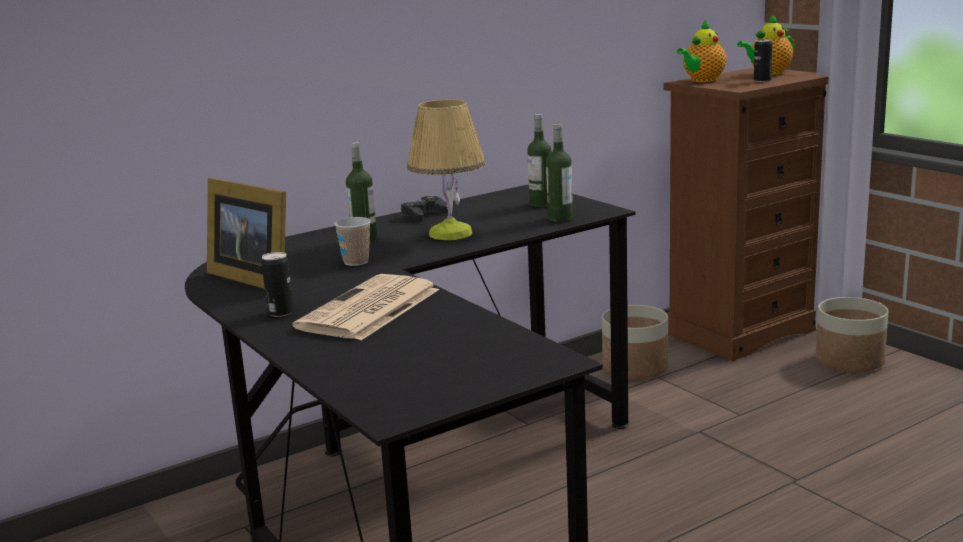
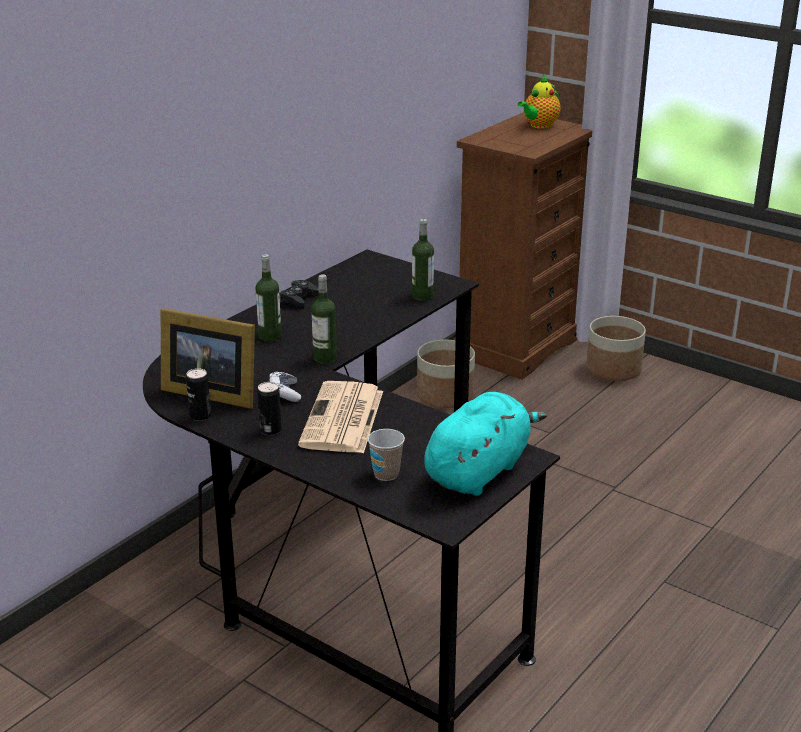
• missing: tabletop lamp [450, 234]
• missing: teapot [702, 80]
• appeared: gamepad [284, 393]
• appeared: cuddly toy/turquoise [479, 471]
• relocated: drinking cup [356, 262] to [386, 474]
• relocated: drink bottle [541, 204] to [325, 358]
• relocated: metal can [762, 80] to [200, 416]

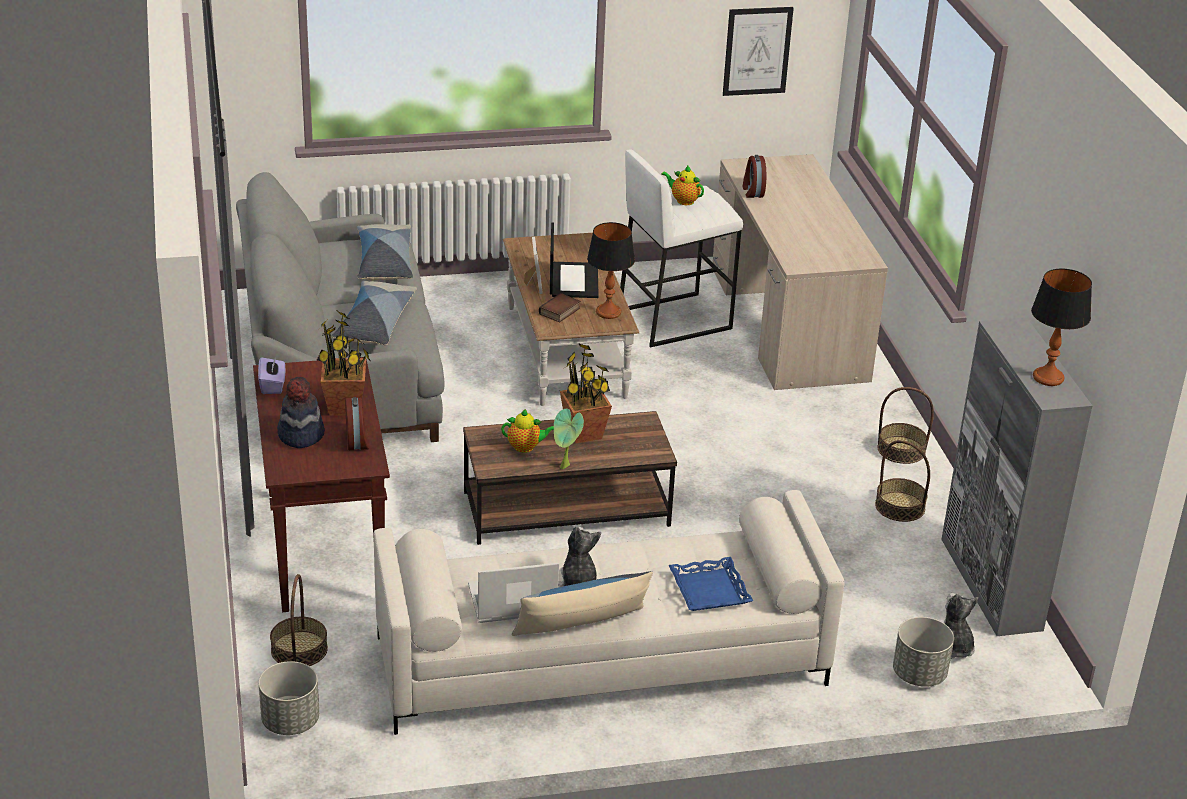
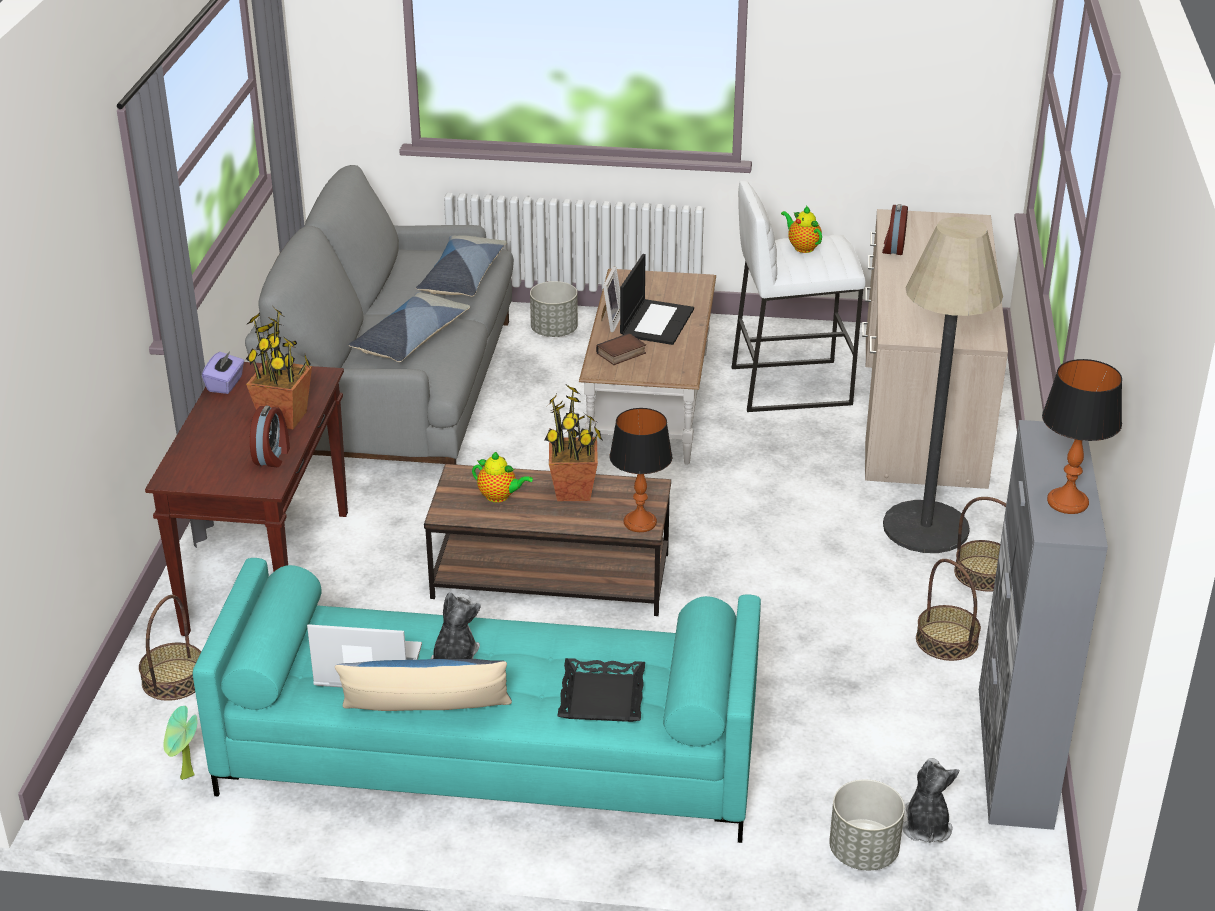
• missing: clothing hat [300, 434]
• missing: picture [757, 51]
• appeared: floor lamp [925, 528]
• relocated: plant pot/greyish [290, 721] to [553, 331]
• relocated: plant in a pot [565, 467] to [187, 778]
• relocated: tabletop lamp [608, 312] to [639, 522]
• colour: couch/white-coloured [599, 662] to couch/turquoise [487, 759]
• colour: serving tray/blue-coloured [710, 590] to serving tray/blackish [603, 697]

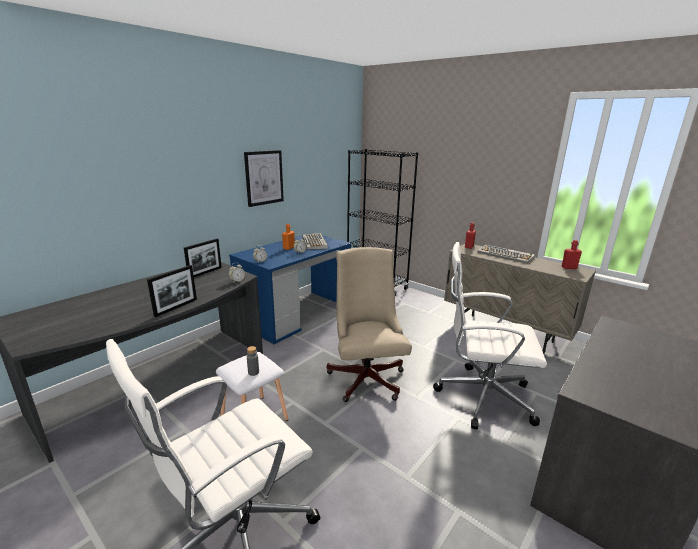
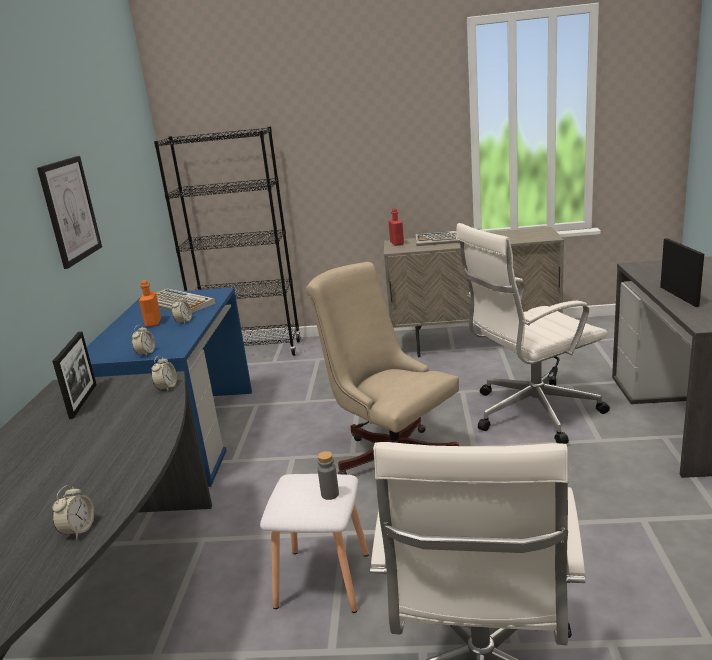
• missing: drink bottle/red-coloured [569, 267]
• appeared: alarm clock [78, 530]
• relocated: picture frame [176, 307] to [678, 296]

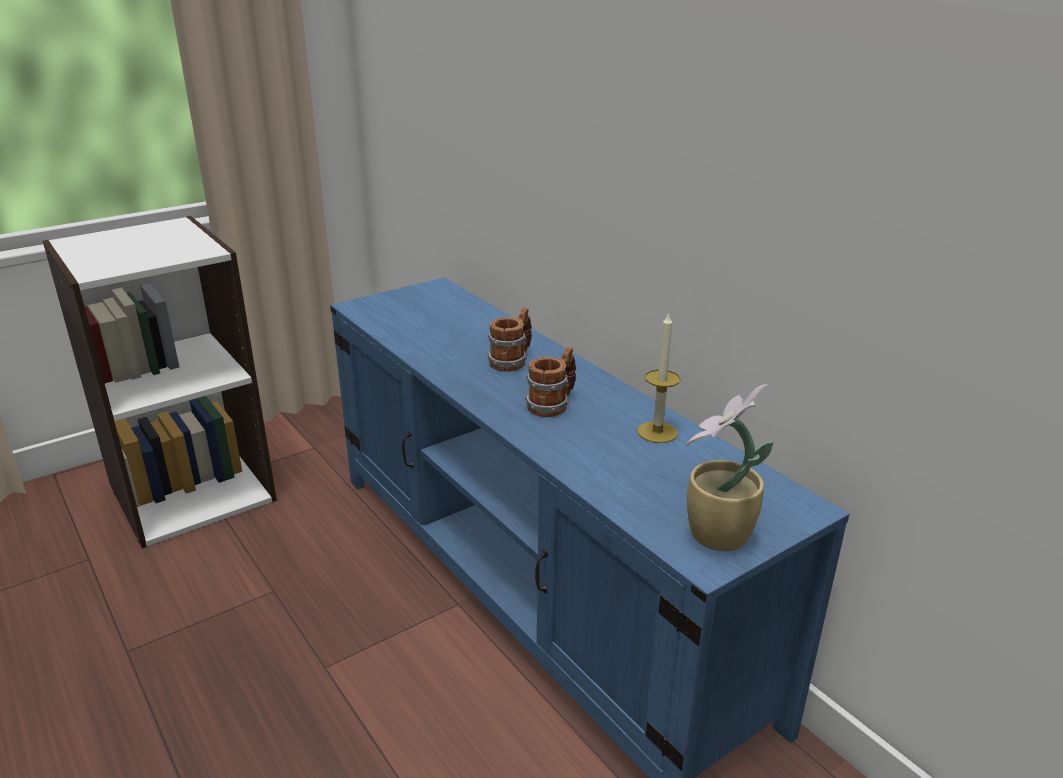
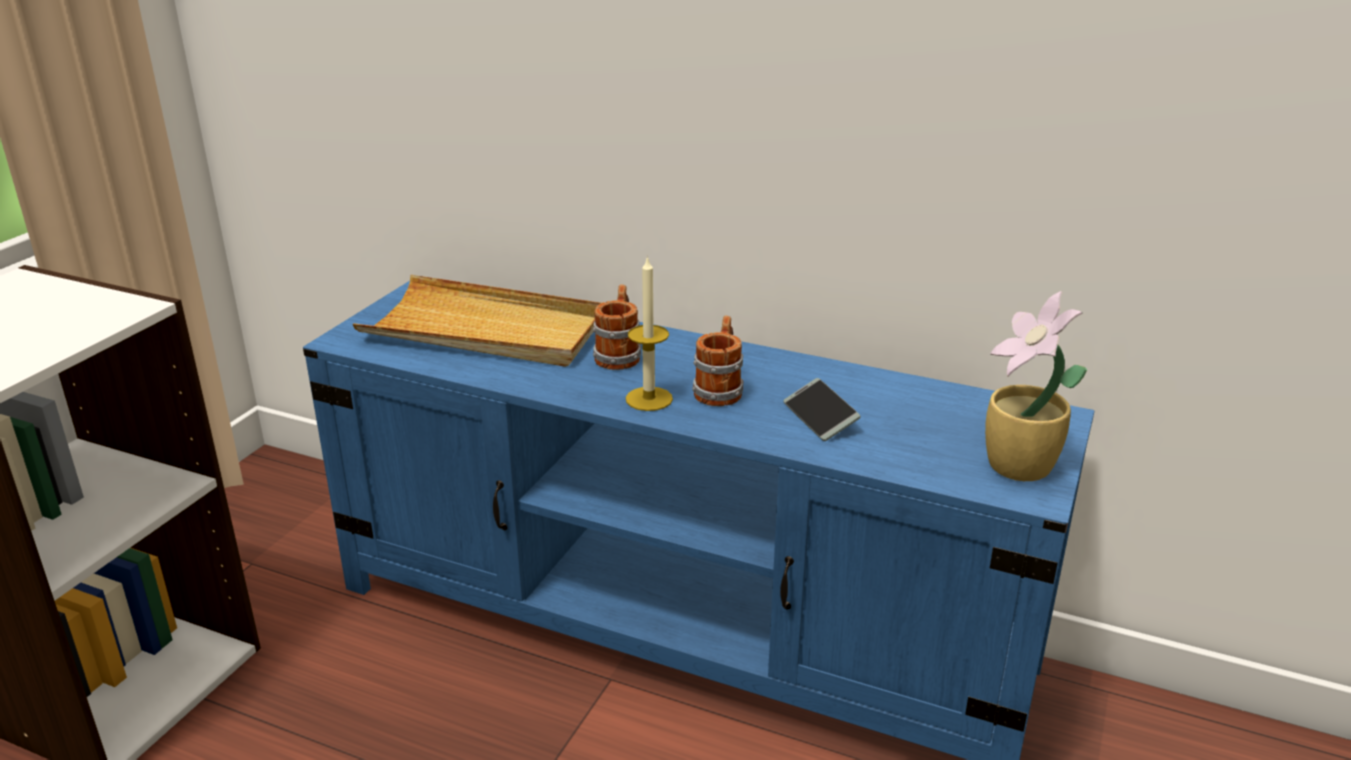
• appeared: serving tray/beige [486, 330]
• appeared: phone [820, 417]
• relocated: wax light [657, 432] to [649, 399]

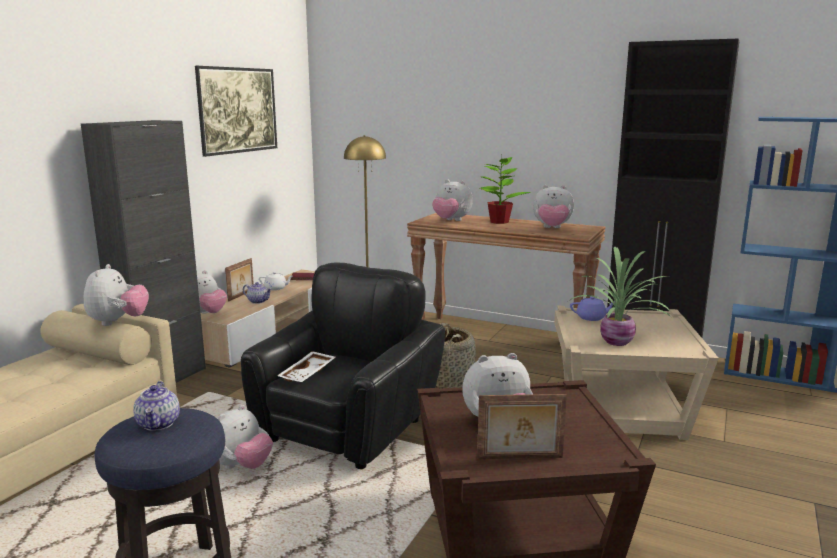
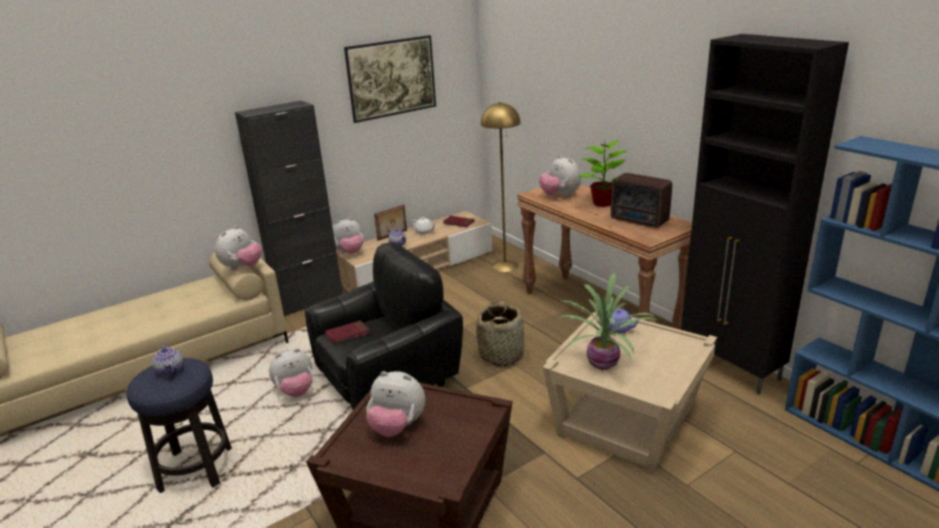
• missing: picture frame [520, 458]
• exchanged: serving tray/white-coloured [308, 374] to volume/red-coloured [347, 334]
• exchanged: cuddly toy [552, 228] to radio [640, 221]
• spun: teapot [159, 424] = [171, 371] 45 degrees counterclockwise

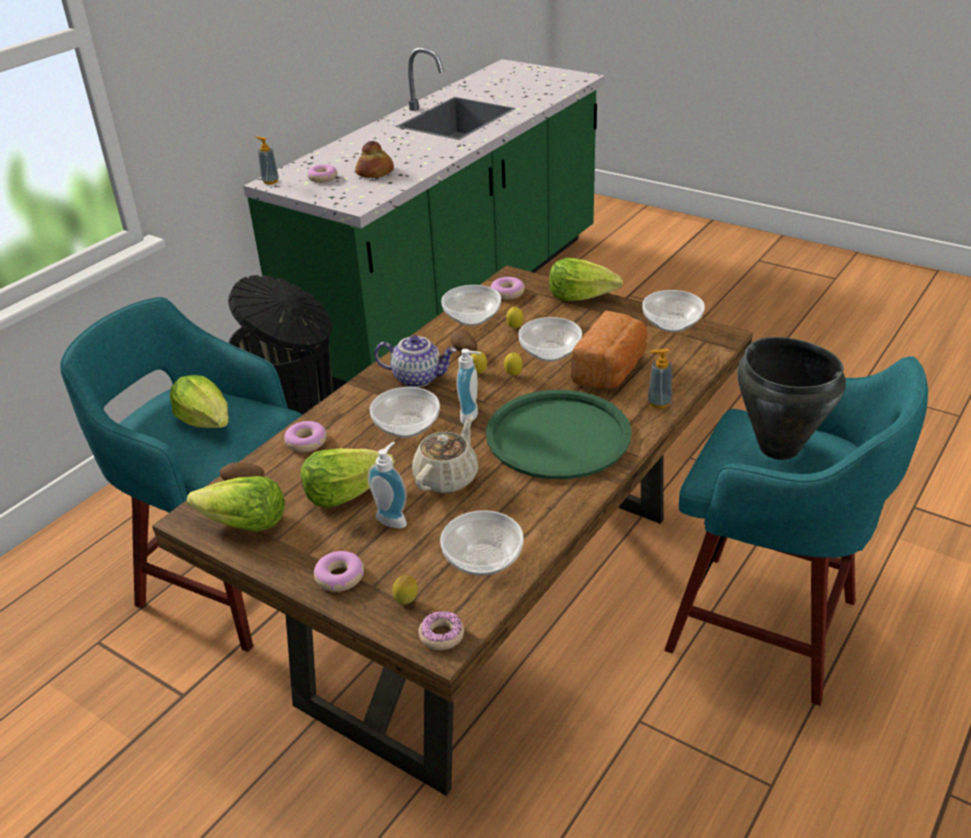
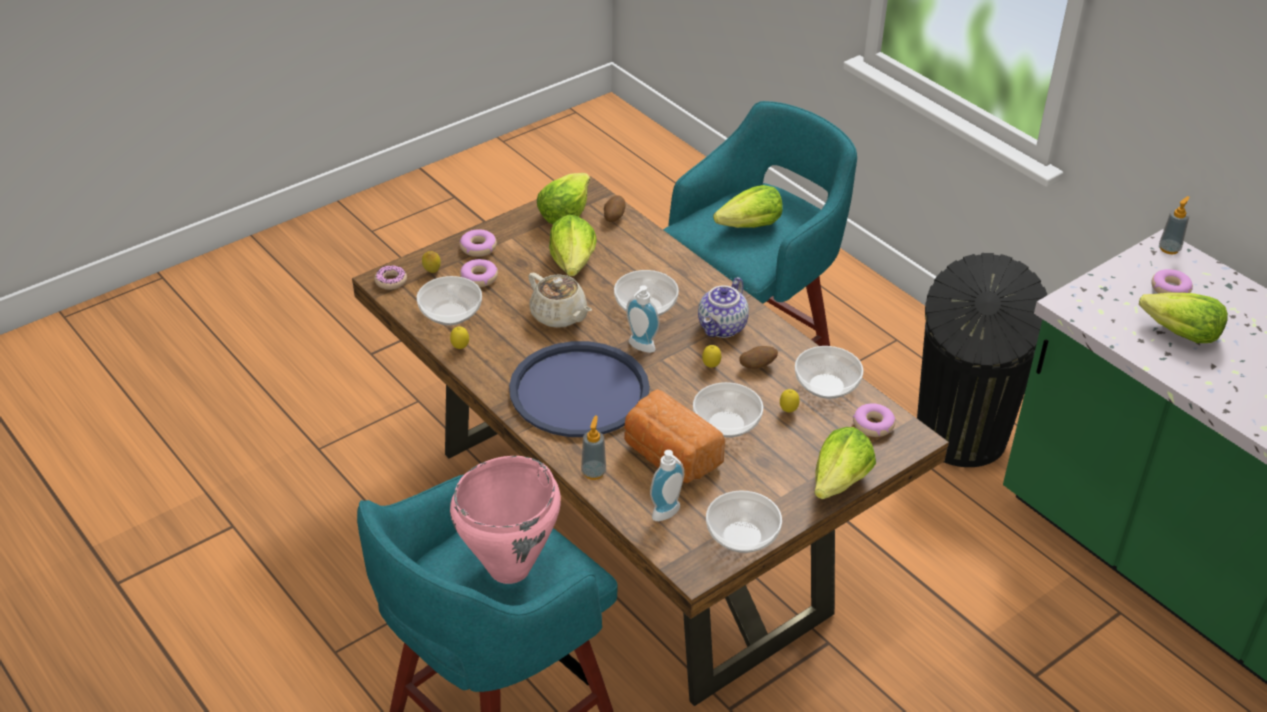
• relocated: doughnut [306, 442] to [479, 278]
• relocated: soap dispenser [393, 518] to [668, 514]
• relocated: citrus fruit [513, 375] to [460, 348]
• exchanged: bread [375, 172] to lettuce head [1180, 334]
• colour: serving tray/green [558, 436] to serving tray/blue-coloured [579, 391]
• colour: cooking pot/blackish [778, 447] to cooking pot/pink [510, 568]

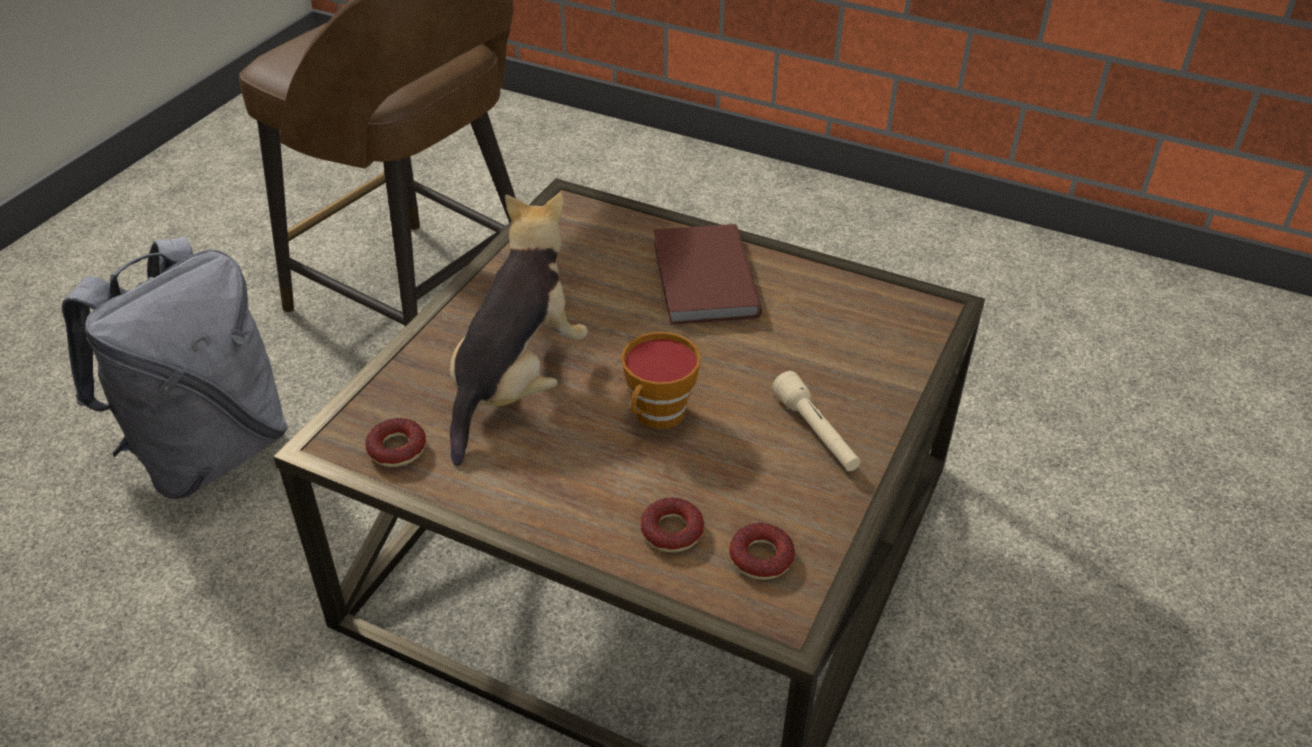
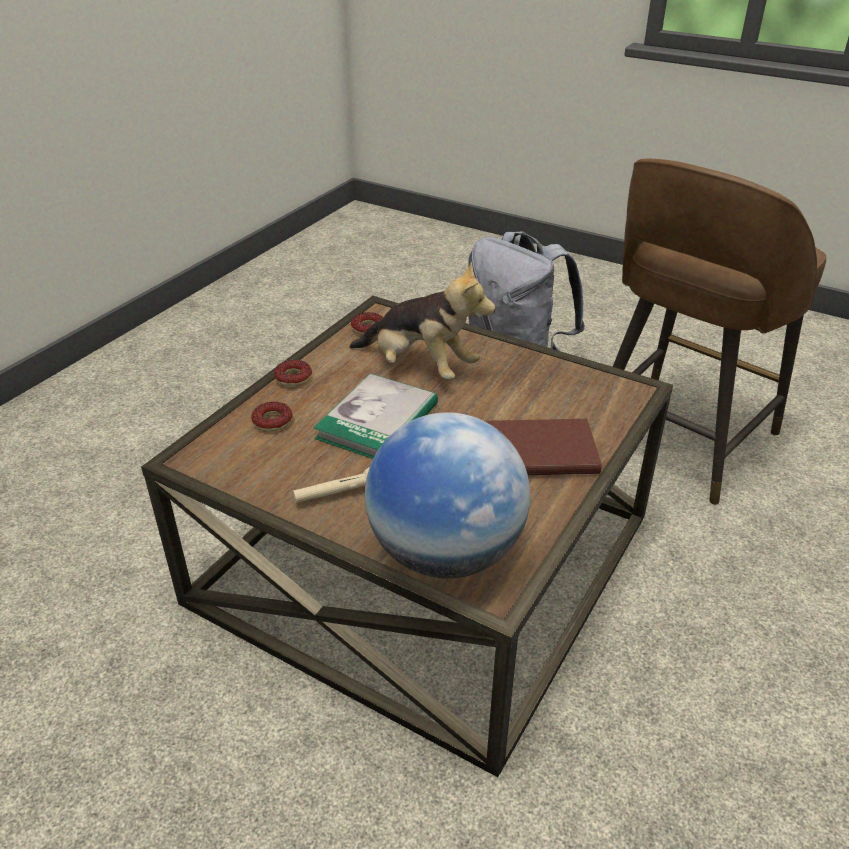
• appeared: world globe [446, 552]
• relocated: doughnut [761, 557] to [293, 378]
• exchanged: drinking cup [657, 416] to volume [377, 421]

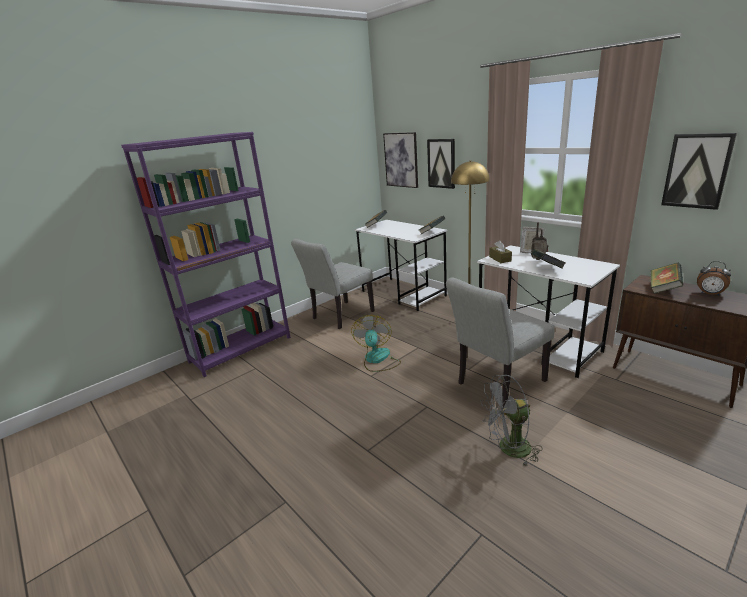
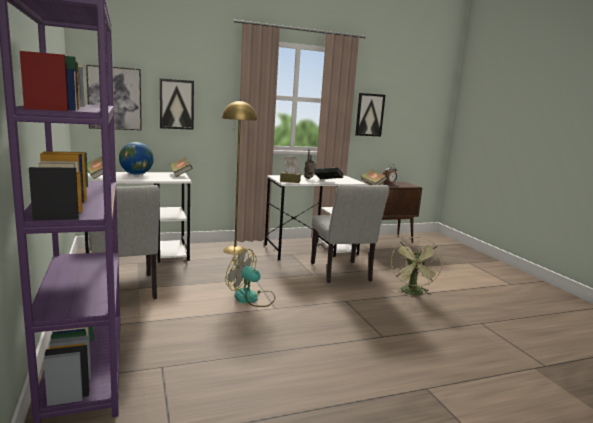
• appeared: world globe [136, 174]
• colour: electric fan/greyish [508, 449] to electric fan/green [413, 293]

